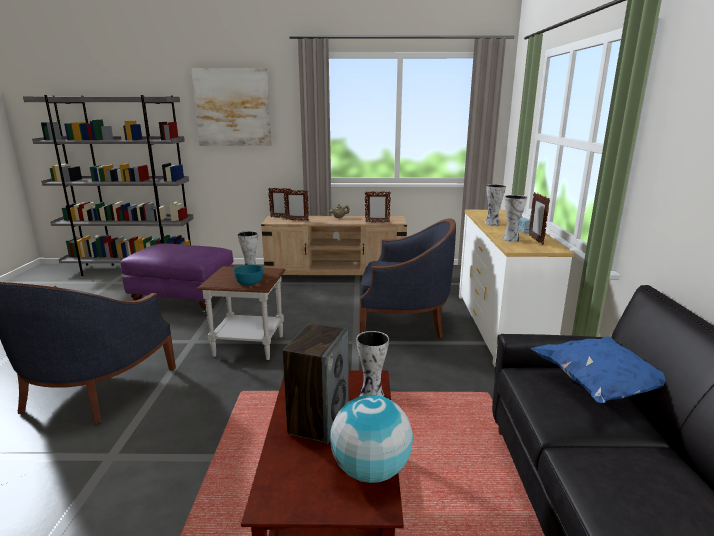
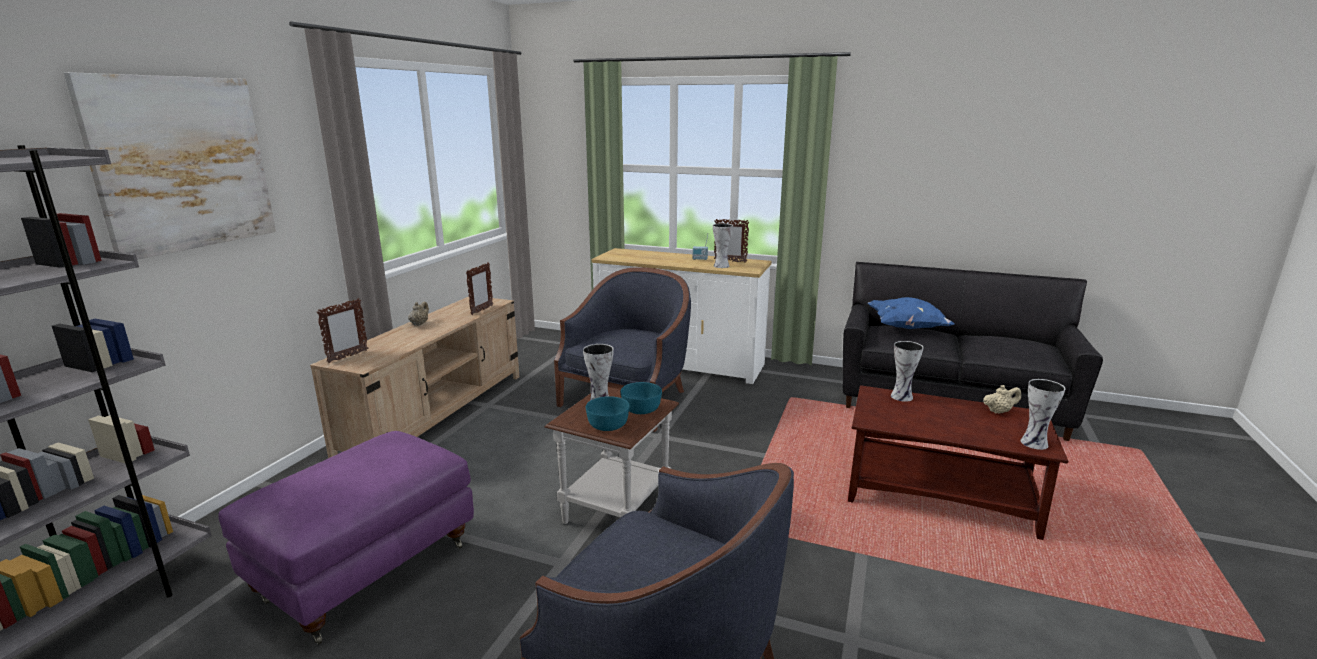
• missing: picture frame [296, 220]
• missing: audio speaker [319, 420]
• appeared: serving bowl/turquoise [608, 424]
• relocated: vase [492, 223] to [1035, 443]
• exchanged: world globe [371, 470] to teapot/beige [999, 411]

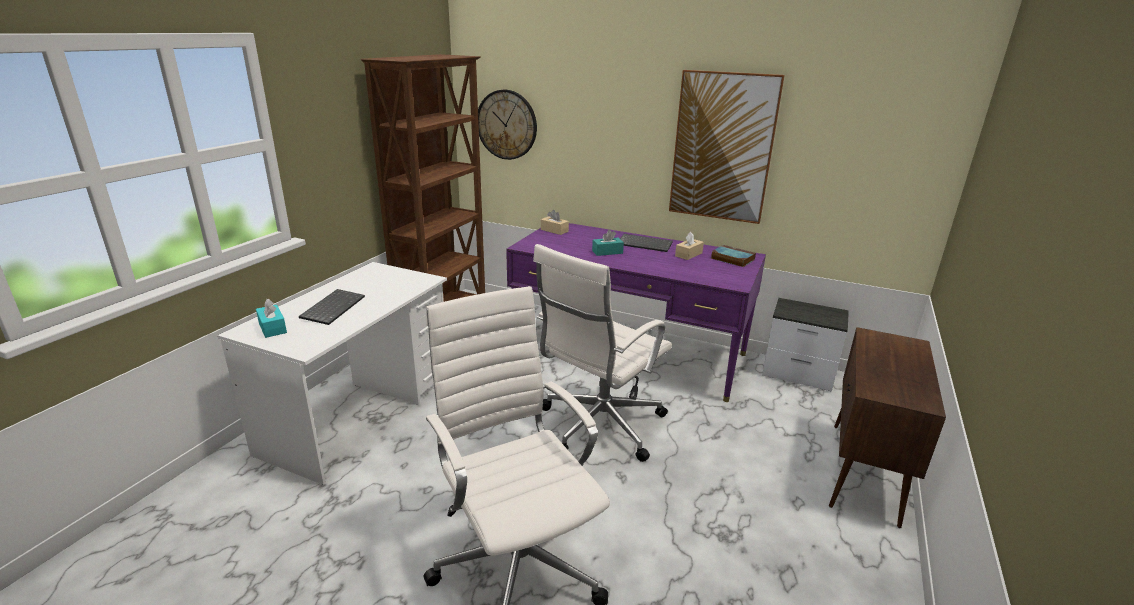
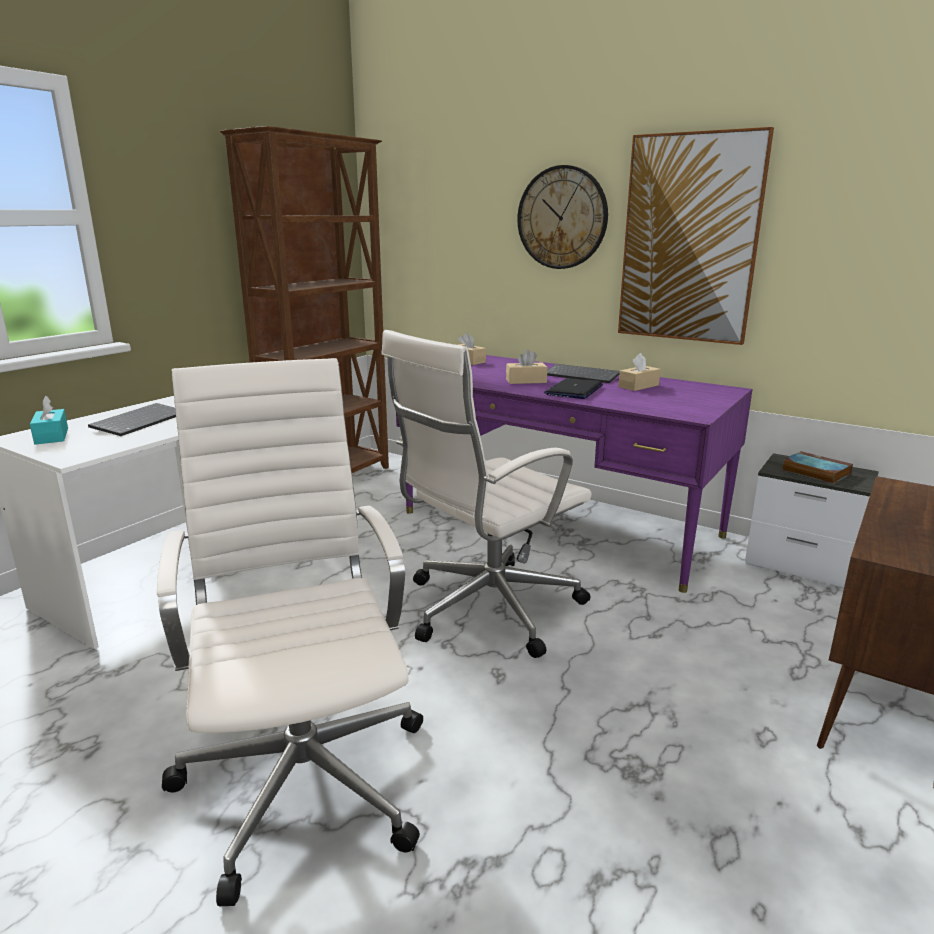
• appeared: laptop [574, 390]
• relocated: hanging clock [507, 125] to [562, 218]
• relocated: volume [731, 259] to [814, 471]
• colour: tissue box/turquoise [607, 252] to tissue box/beige [526, 381]

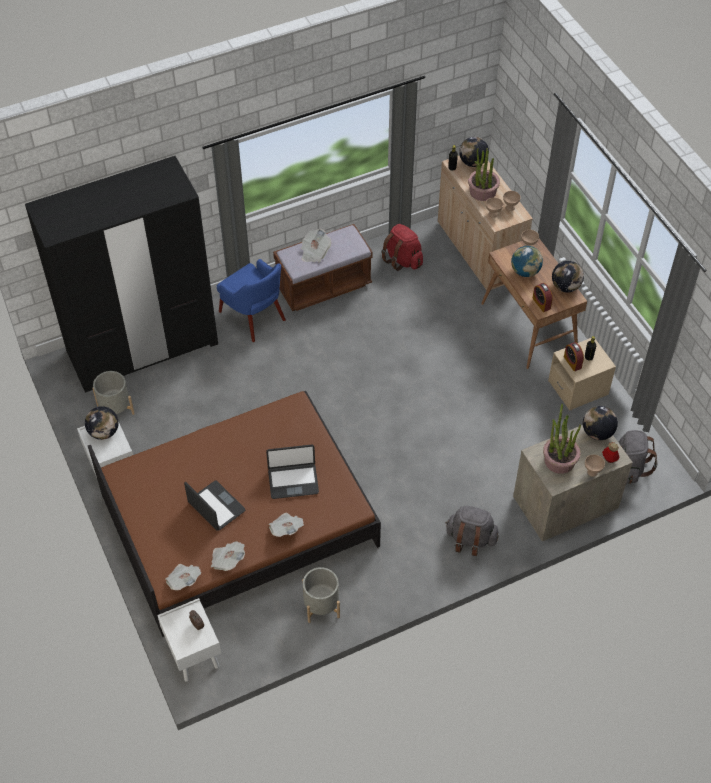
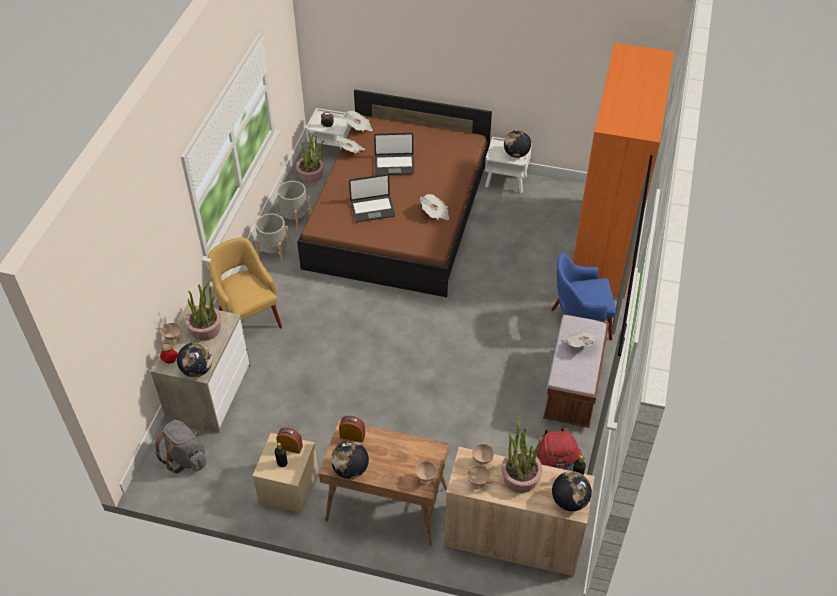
• missing: world globe [525, 271]
• appeared: plant in a pot [311, 175]
• relocated: plant pot/greyish [115, 409] to [274, 251]
• relocated: newspaper [286, 529] to [435, 214]
• exchanged: rucksack/greyish [470, 539] to easy chair/yellow [249, 317]
• colour: armoire/blackish [142, 347] to armoire/orange [605, 246]
• spun: laptop [293, 481] = [372, 209] 135 degrees counterclockwise

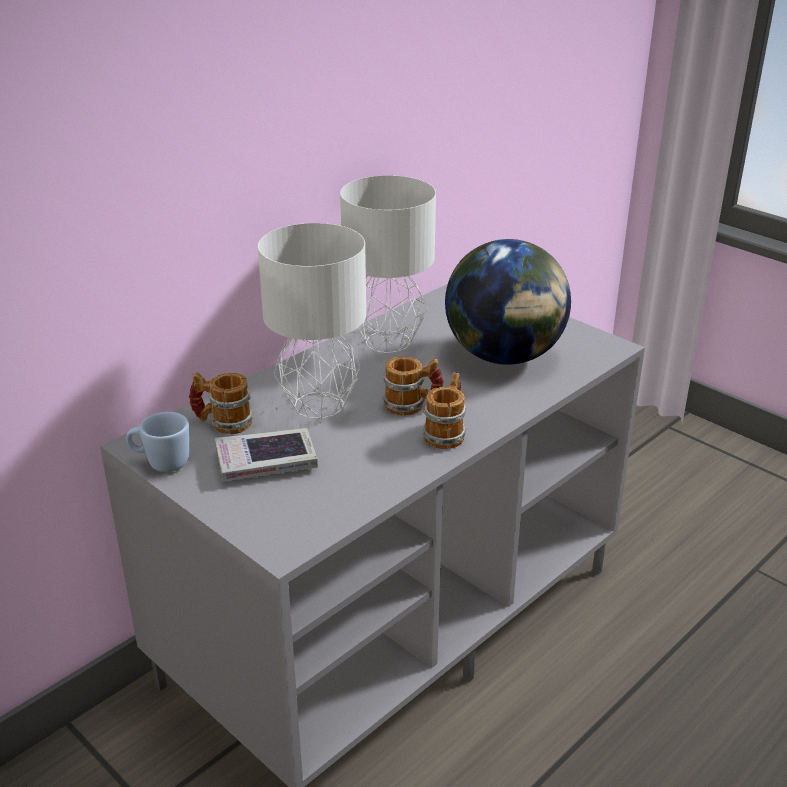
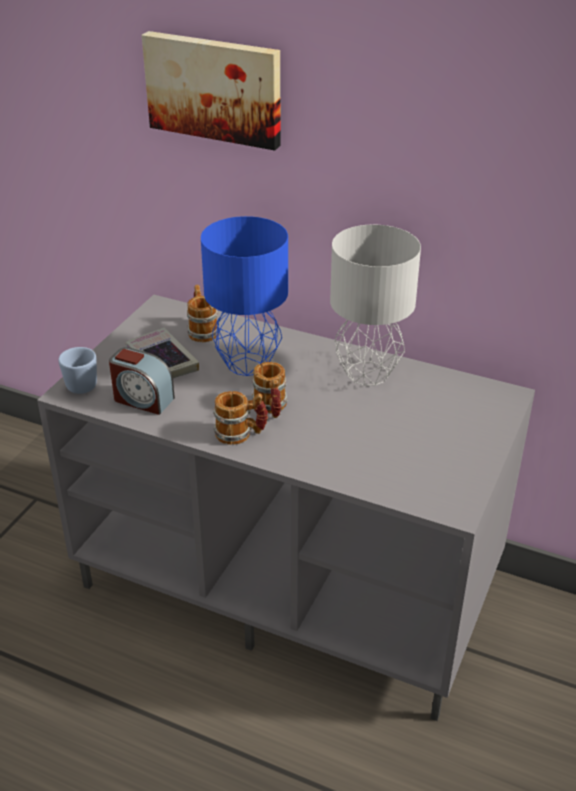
• missing: world globe [504, 356]
• appeared: alarm clock [142, 399]
• appeared: picture [215, 88]
• relocated: tea mug/blue-coloured [161, 463] to [81, 383]
• colour: tabletop lamp/greyish [320, 406] to tabletop lamp/blue-coloured [247, 365]

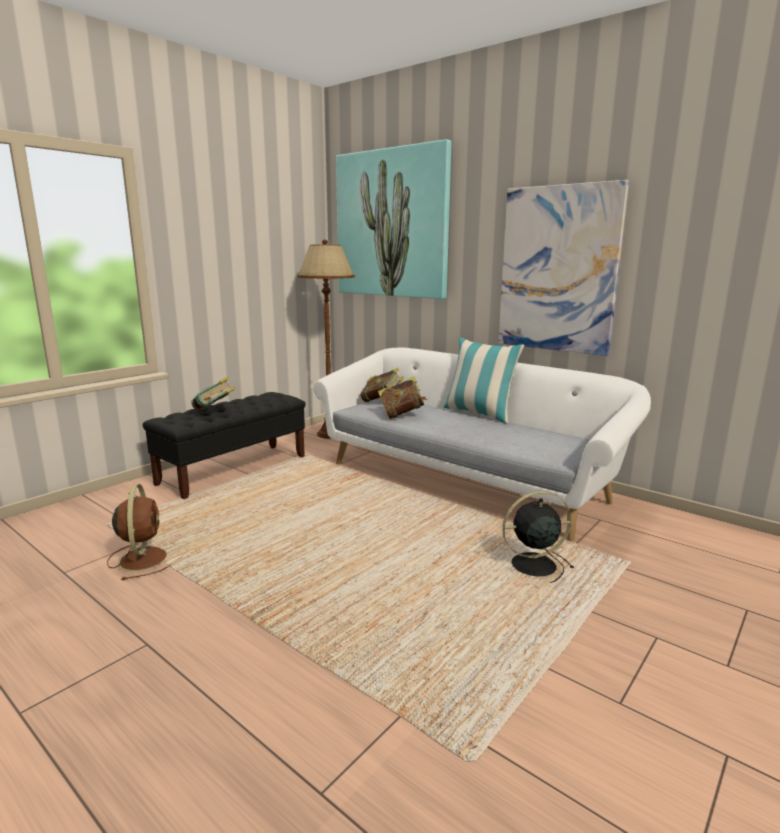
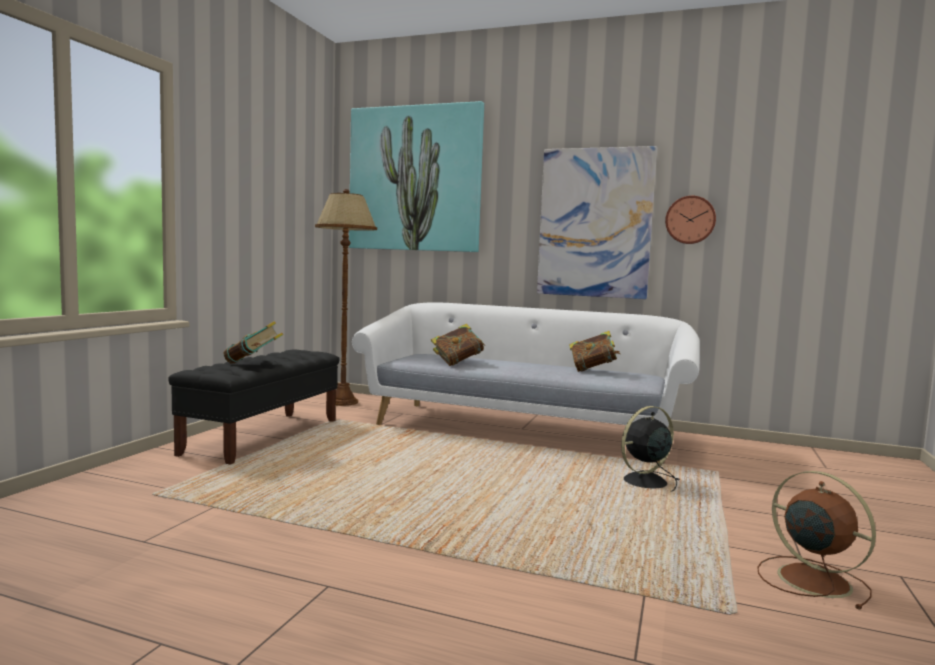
• missing: cushion [479, 413]
• appeared: hanging clock [690, 220]
• relocated: electric fan/brown-coloured [144, 558] to [810, 579]
• relocated: volume [382, 401] to [592, 370]

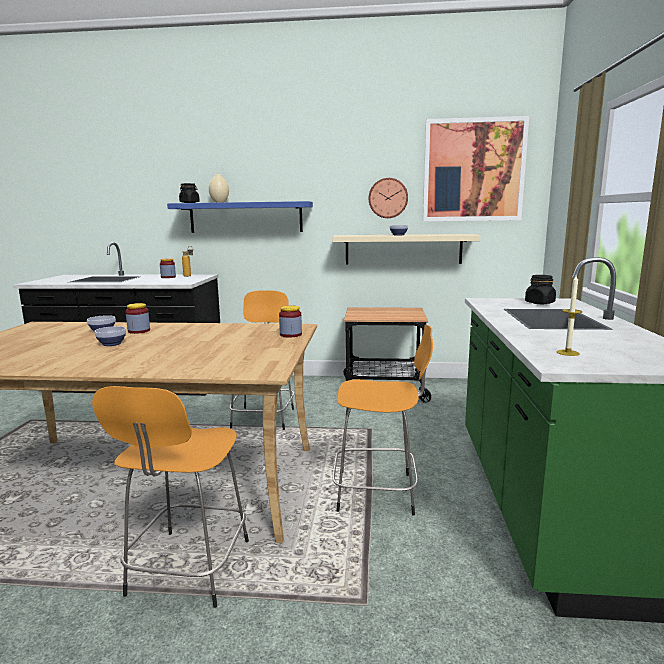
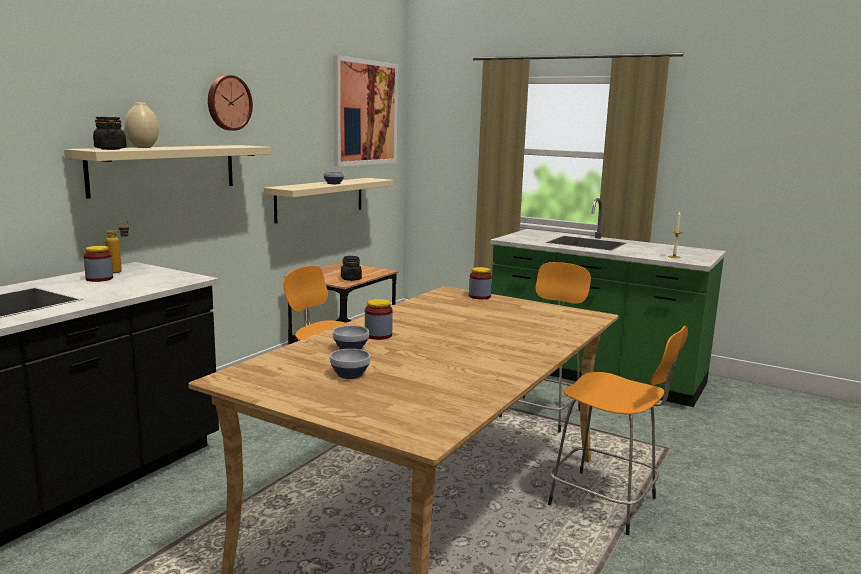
• relocated: serving bowl [113, 344] to [350, 374]
• relocated: hanging clock [388, 198] to [228, 103]
• relocated: preserve jar/blackish [539, 303] to [351, 279]
• colour: bracket shelf/blue-coloured [245, 217] to bracket shelf/beige [165, 169]

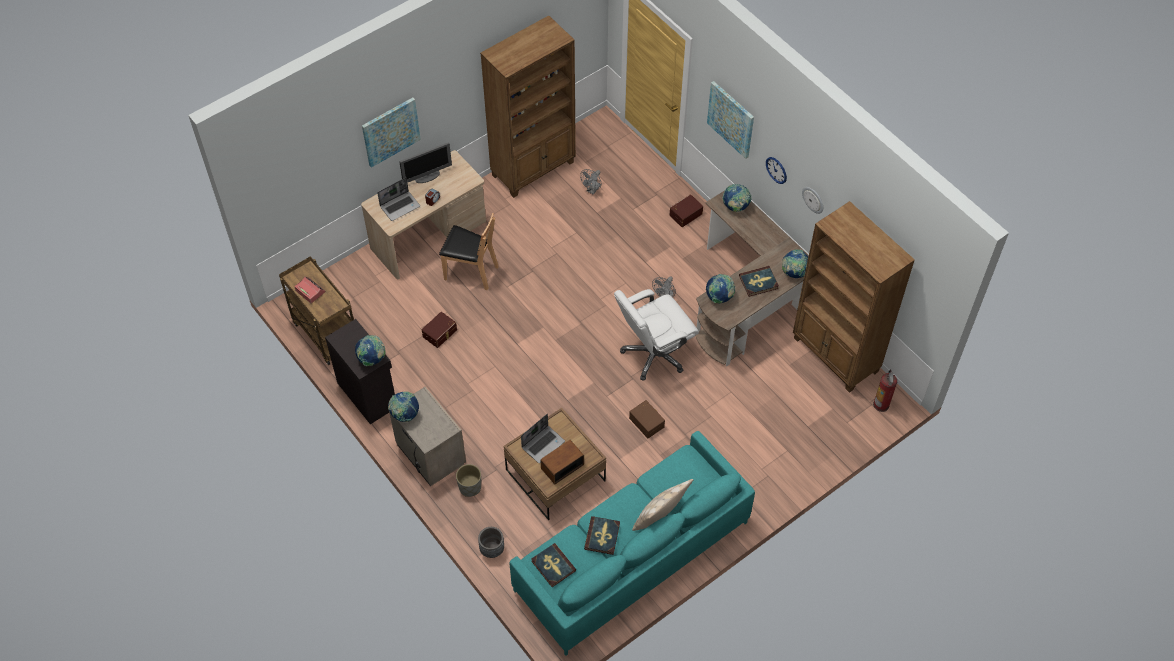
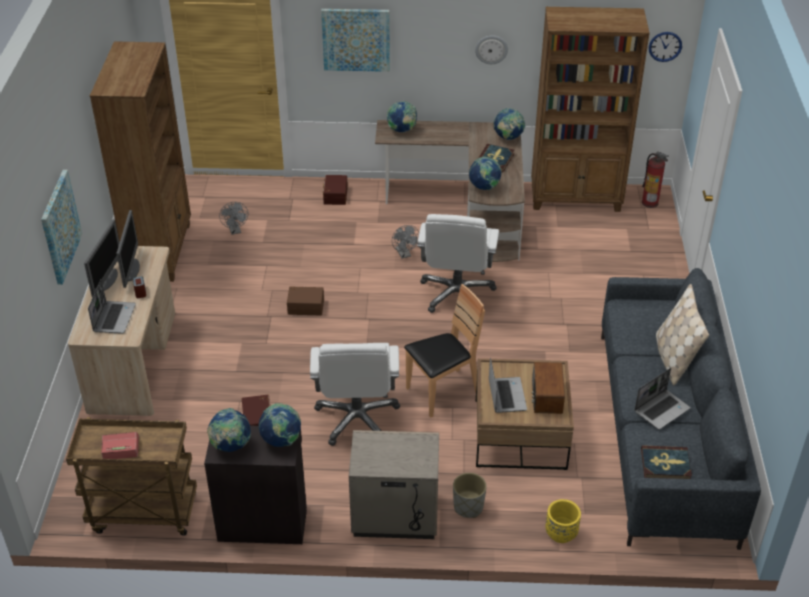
• appeared: monitor [131, 270]
• appeared: desk chair/white-coloured [357, 418]
• relocated: world globe [405, 414] to [231, 446]
• relocated: upright chair/brown-coloured [471, 272] to [442, 392]
• relocated: storage box/brown-coloured [647, 422] to [306, 306]
• relocated: hanging clock [776, 170] to [665, 46]
• exchanged: volume [602, 536] to laptop [661, 409]
• colour: plant pot/greyish [492, 549] to plant pot/yellow [561, 534]
• colour: couch/turquoise [631, 556] to couch/greyish [664, 434]

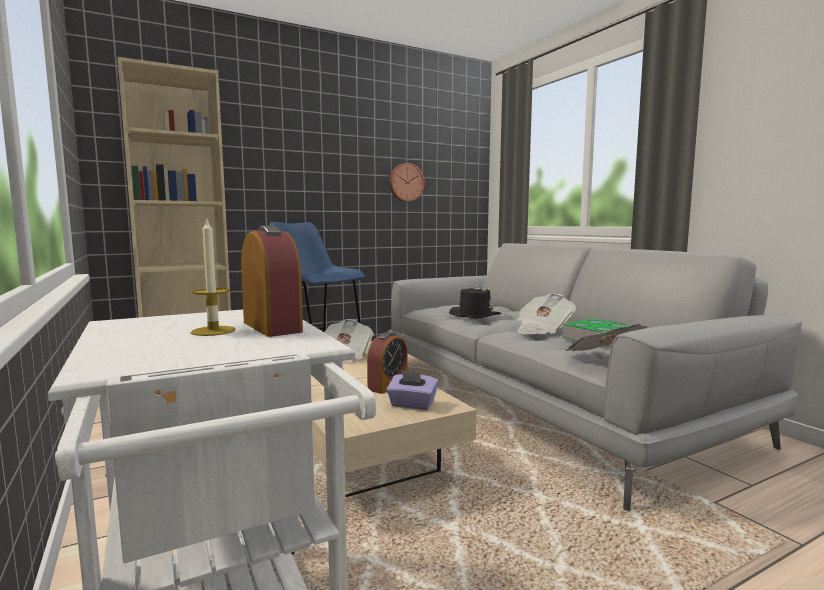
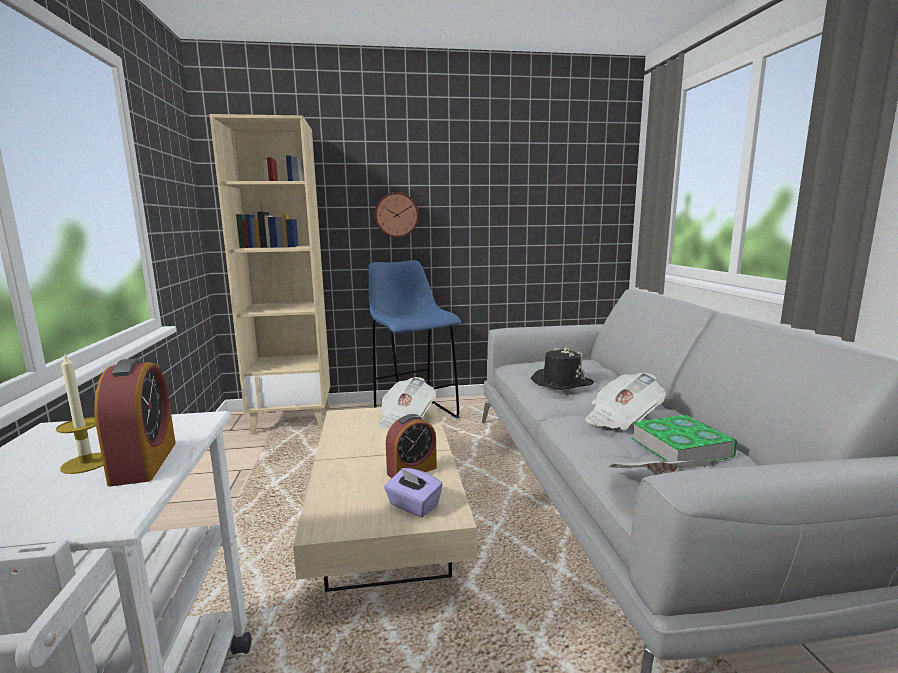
• relocated: hanging clock [406, 182] to [396, 215]

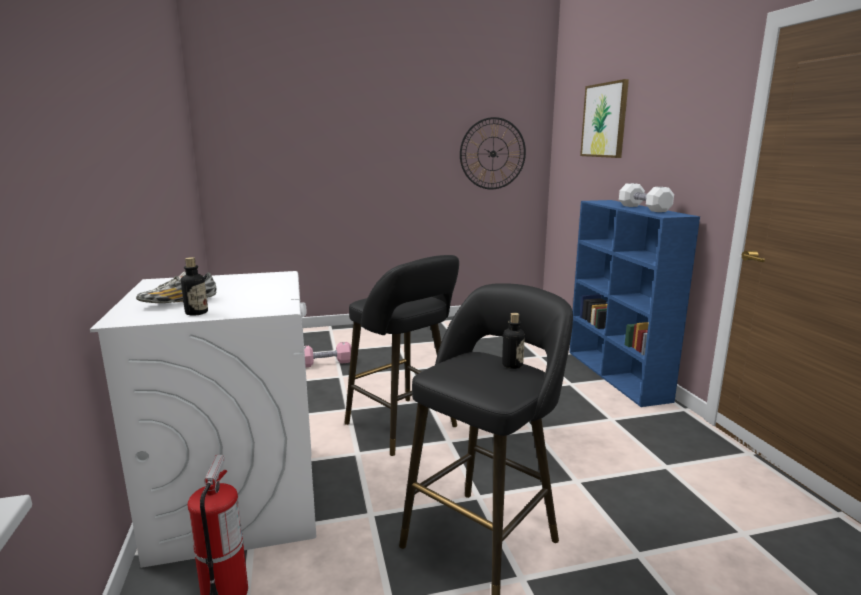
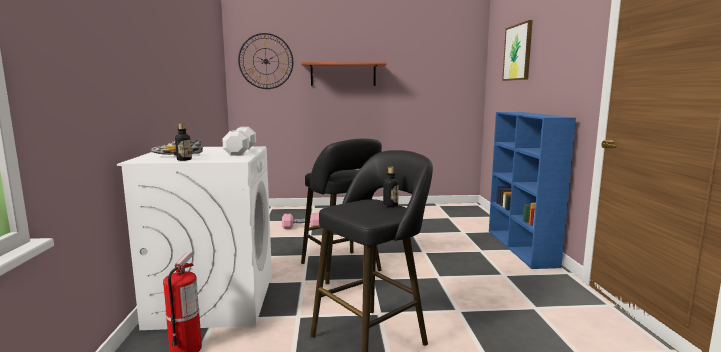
• appeared: bracket shelf [343, 74]
• relocated: hanging clock [493, 153] to [266, 61]
• relocated: dumbbell/white-coloured [643, 208] to [241, 151]

